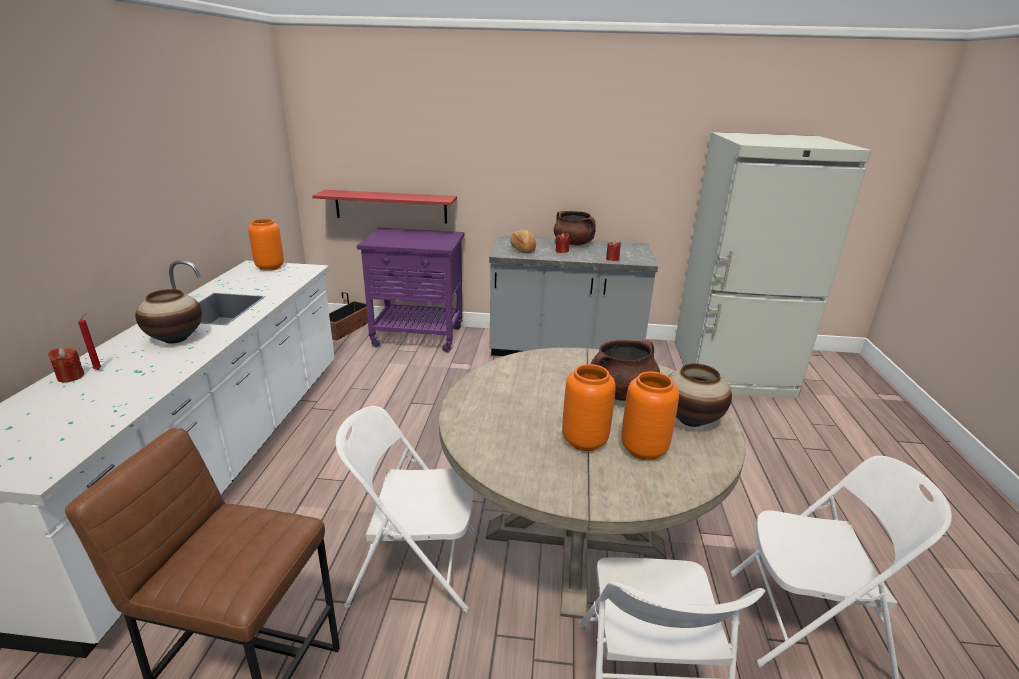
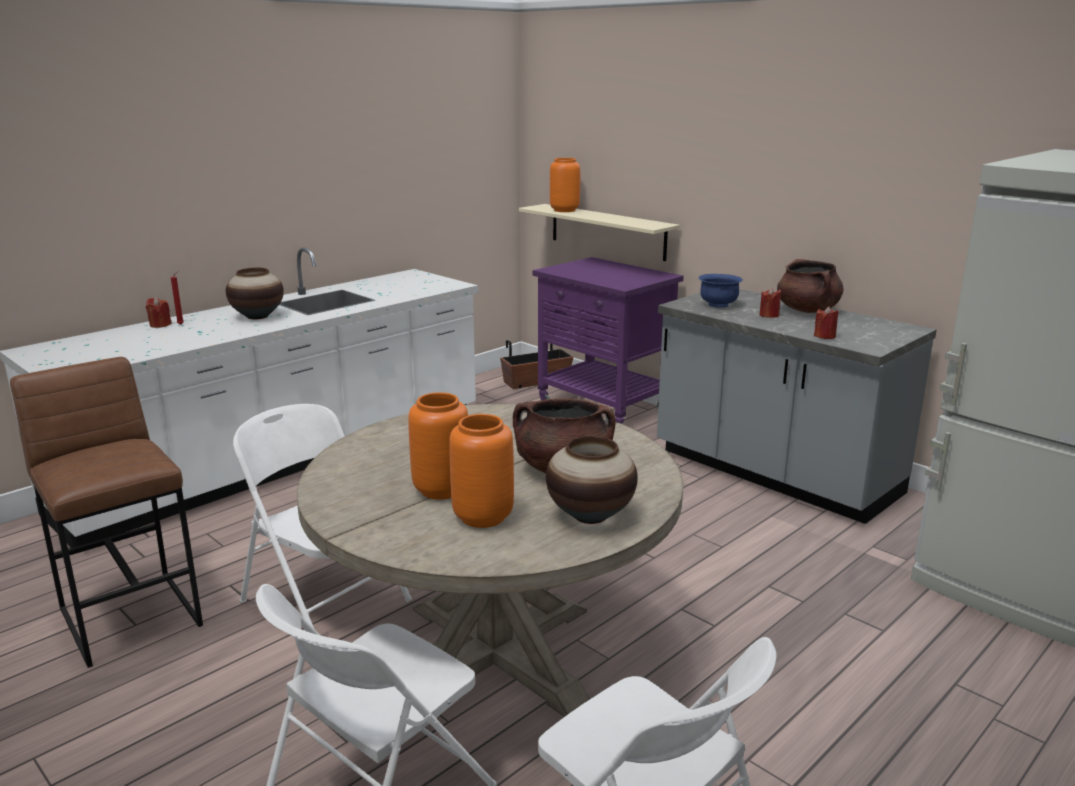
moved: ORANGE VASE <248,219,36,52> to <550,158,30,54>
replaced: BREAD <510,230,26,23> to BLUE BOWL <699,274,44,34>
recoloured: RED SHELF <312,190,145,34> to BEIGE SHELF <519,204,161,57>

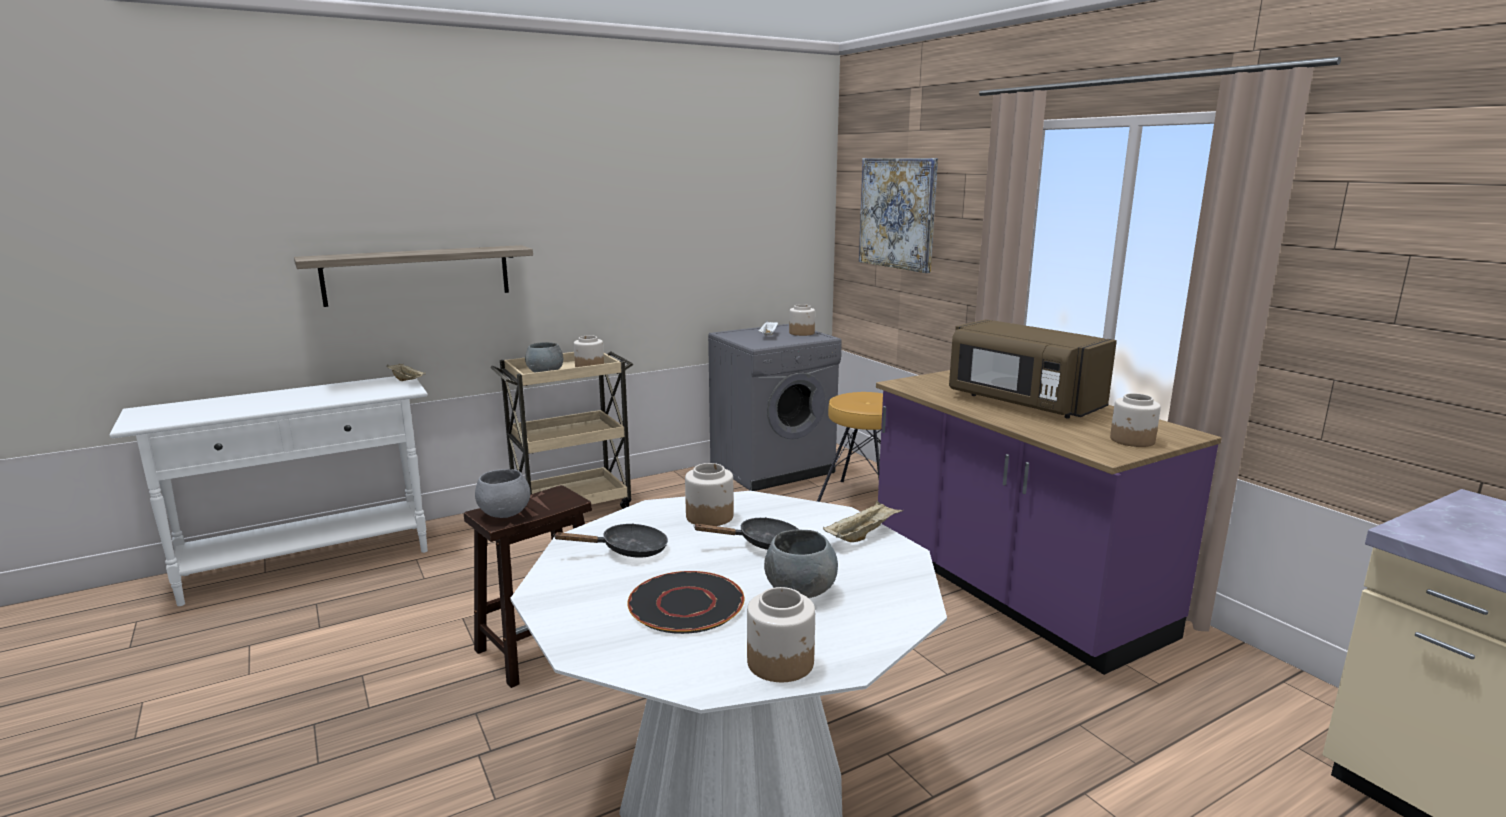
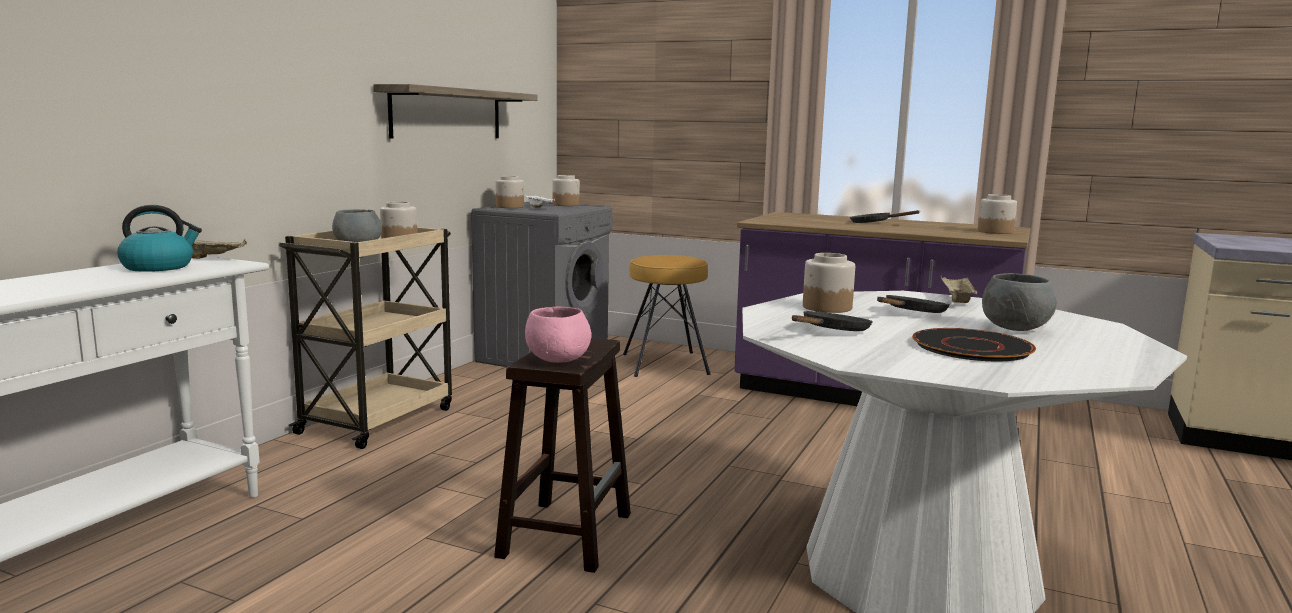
removed: PICTURE <859,158,79,115>
added: KETTLE <117,205,85,67>
moved: SHELF <294,245,239,62> to <373,84,165,55>; JAR <747,587,68,95> to <496,176,28,32>
replaced: BROWN MICROWAVE <949,319,168,99> to BLACK FRYING PAN <850,210,70,13>
recoloured: GREY BOWL <475,469,56,49> to PINK BOWL <525,307,66,56>

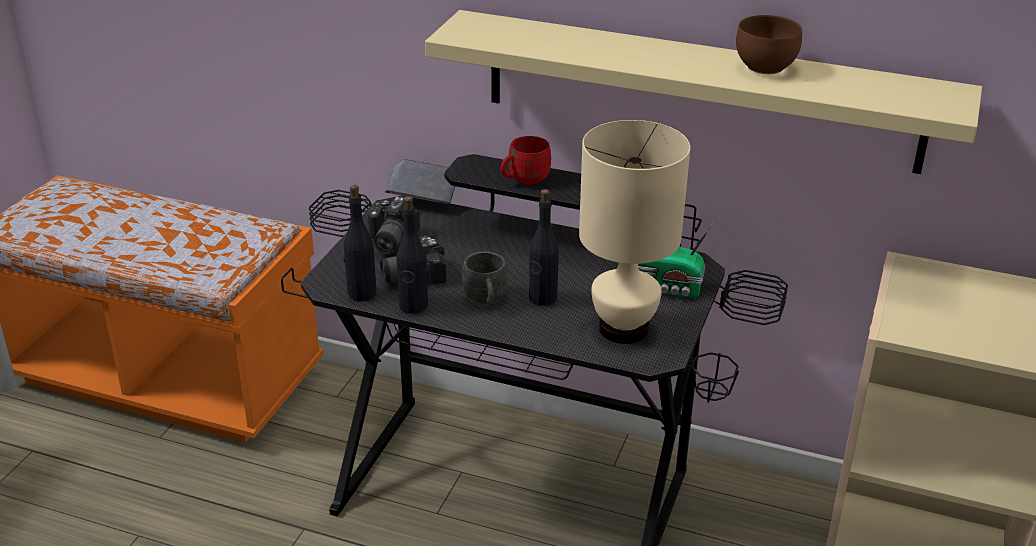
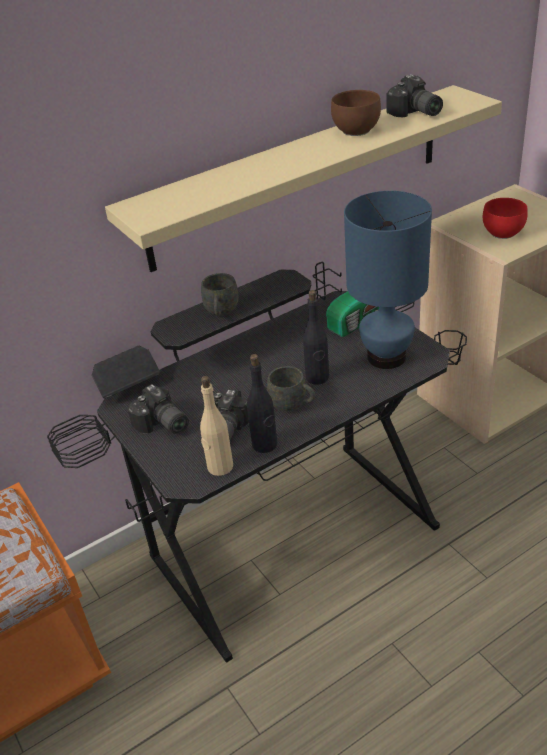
added: PHOTO CAMERA <387,74,56,43>; RED BOWL <483,198,45,41>
recoloured: BLACK BOTTLE <343,185,34,116> to BEIGE BOTTLE <200,376,33,100>; RED MUG <501,136,50,49> to GREY MUG <201,273,38,43>; BEIGE TABLE LAMP <579,120,111,224> to BLUE TABLE LAMP <344,191,88,178>

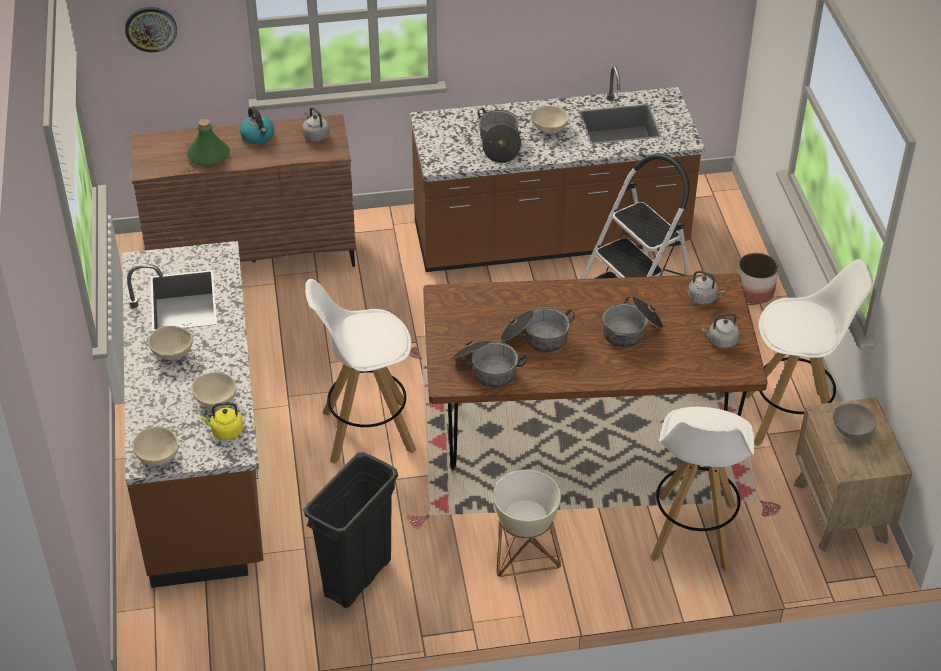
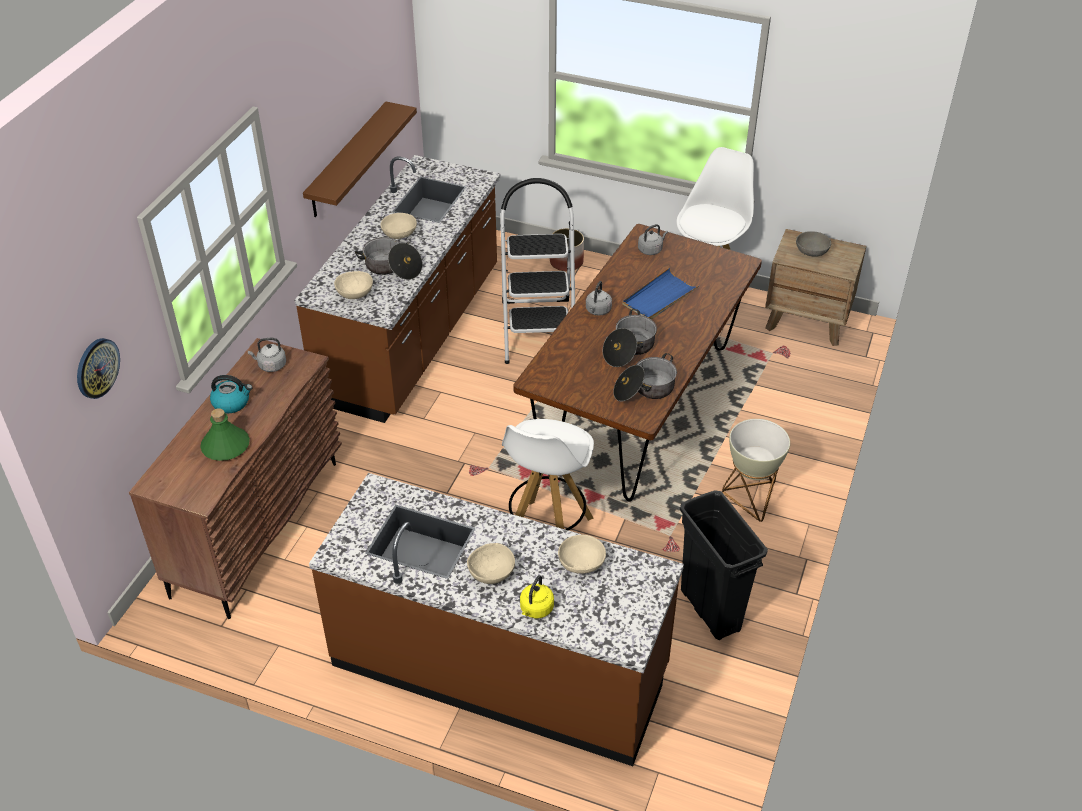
removed: WHITE STOOL <650,407,104,165>
added: BROWN SHELF <303,101,114,116>
moved: BEIGE BOWL <133,426,46,40> to <334,271,39,28>; YELLOW KETTLE <200,402,43,38> to <520,575,34,43>; GREY KETTLE <701,313,38,35> to <586,281,26,35>
replaced: COOKING POT <603,297,61,51> to BLUE TRAY <622,268,77,52>

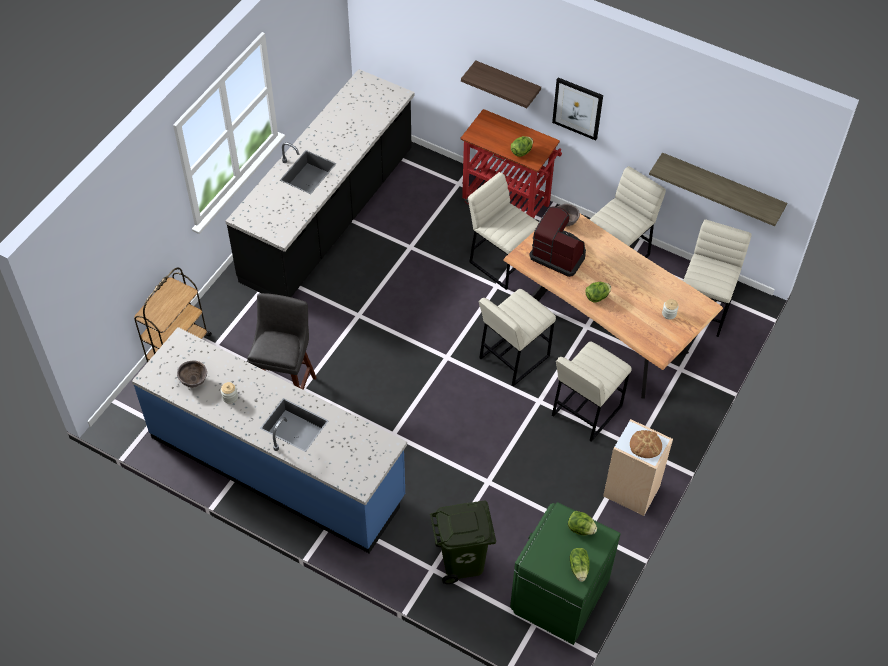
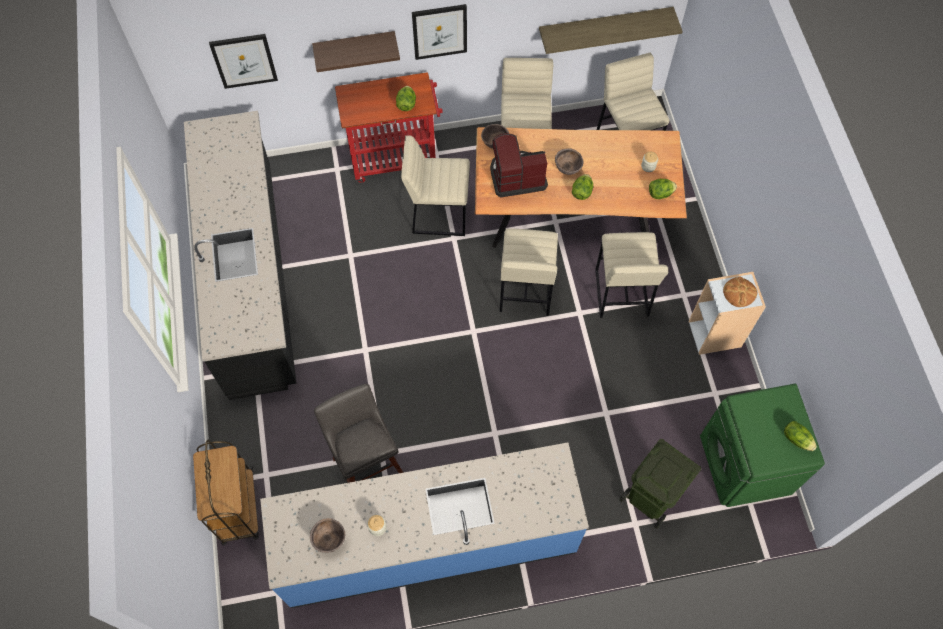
added: PICTURE <209,34,69,55>; BROWN BOWL <555,148,28,27>
moved: LETTUCE <568,511,29,24> to <649,179,28,20>

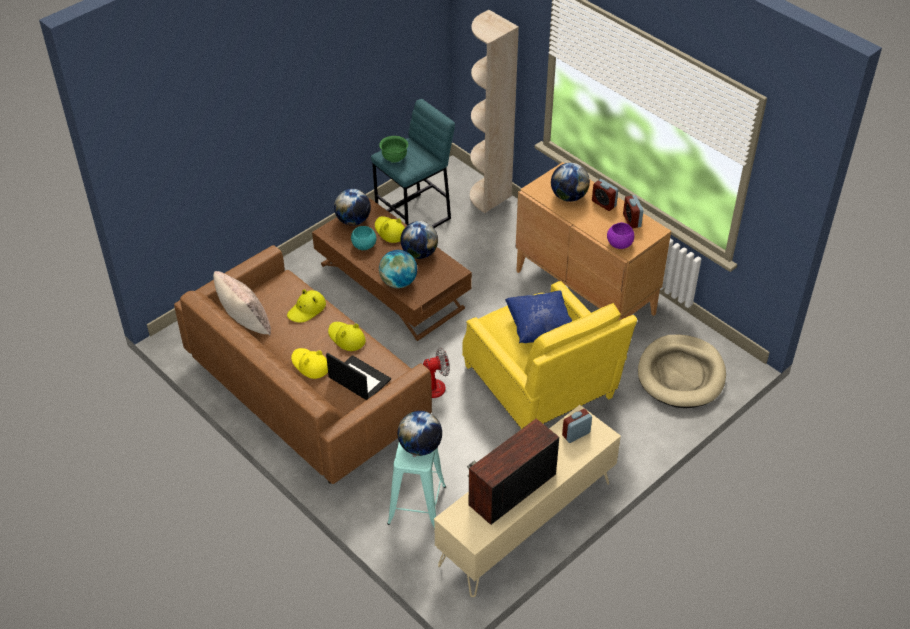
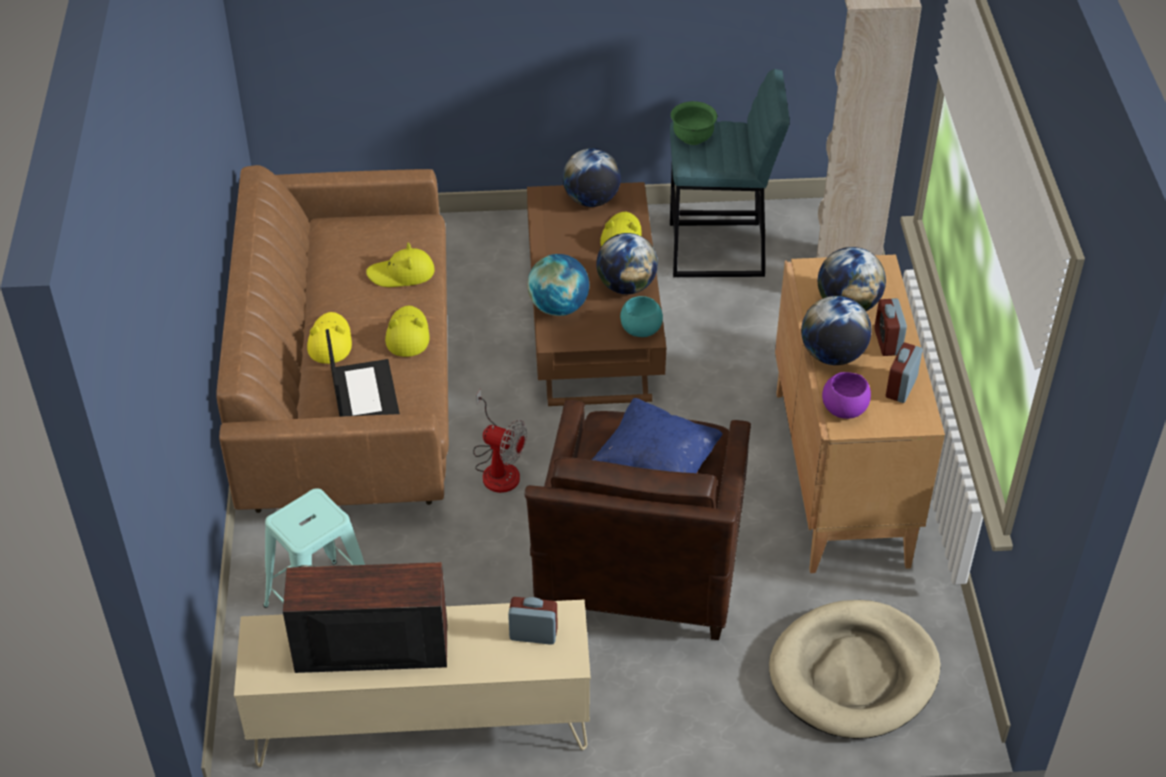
removed: BEIGE PILLOW <213,271,58,65>
moved: TURQUOISE BOWL <351,226,25,24> to <620,296,43,41>; GLOBE <398,411,44,45> to <801,296,71,69>
recoloured: YELLOW ARMCHAIR <462,281,175,148> to BROWN ARMCHAIR <525,400,226,240>

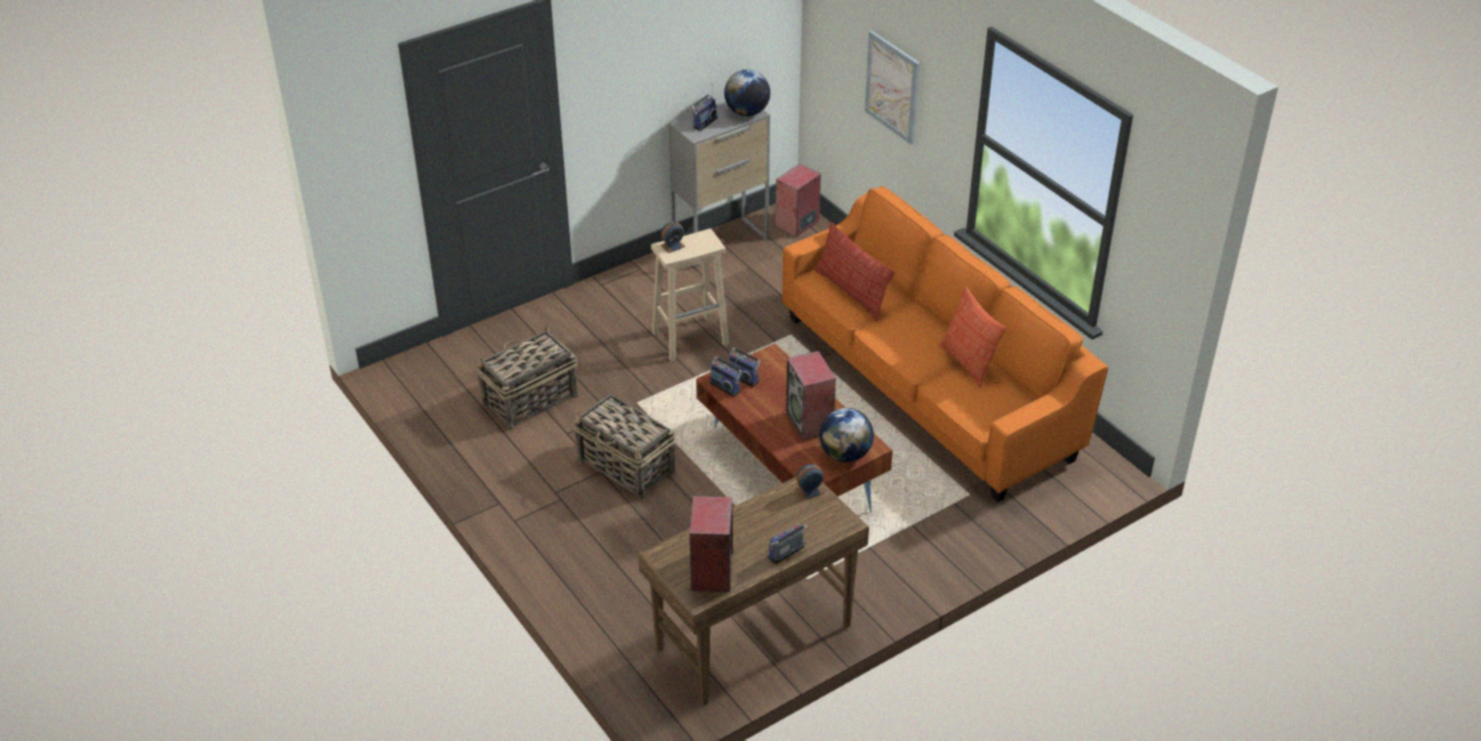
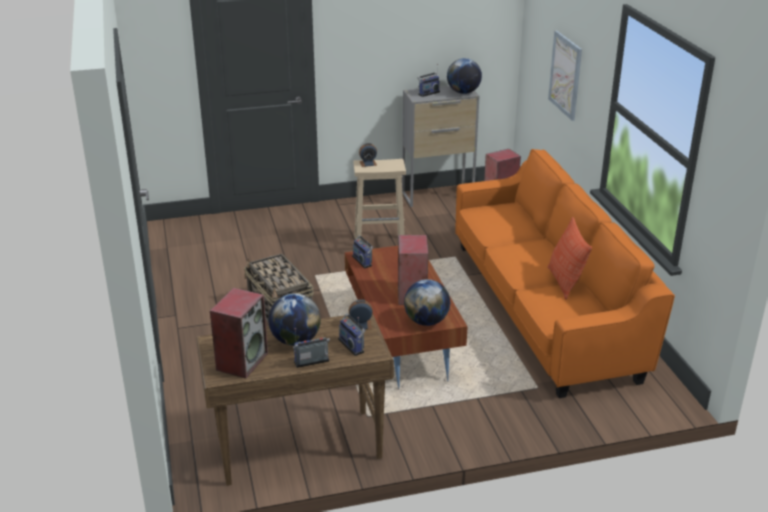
removed: BASKET <477,326,102,104>; PILLOW <814,222,81,99>
added: GLOBE <268,293,53,53>
moved: RADIO <728,348,33,39> to <338,313,28,43>

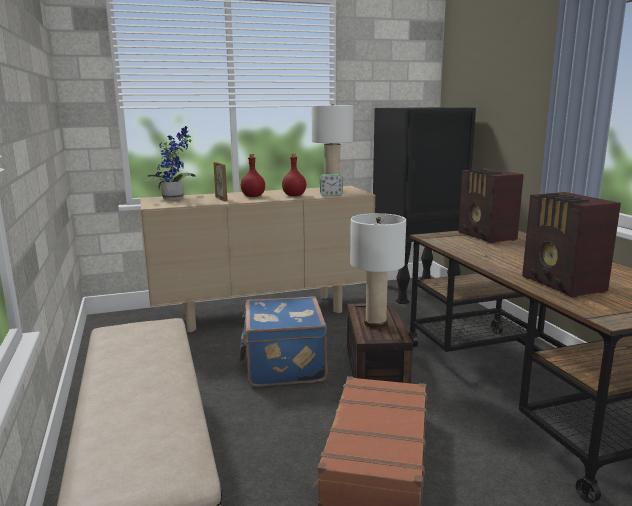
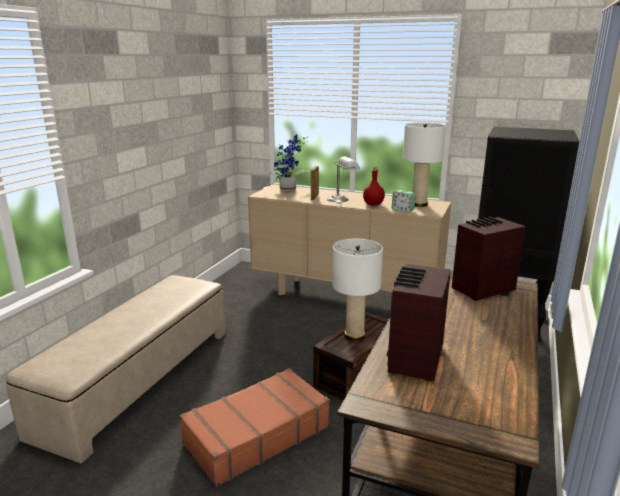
removed: BLUE SUITCASE <239,296,88,91>
replaced: RED BOTTLE <241,154,24,43> to WHITE TABLE LAMP <327,157,33,45>
turned: RADIO <458,169,66,74> = <452,217,73,84> 45 degrees clockwise

